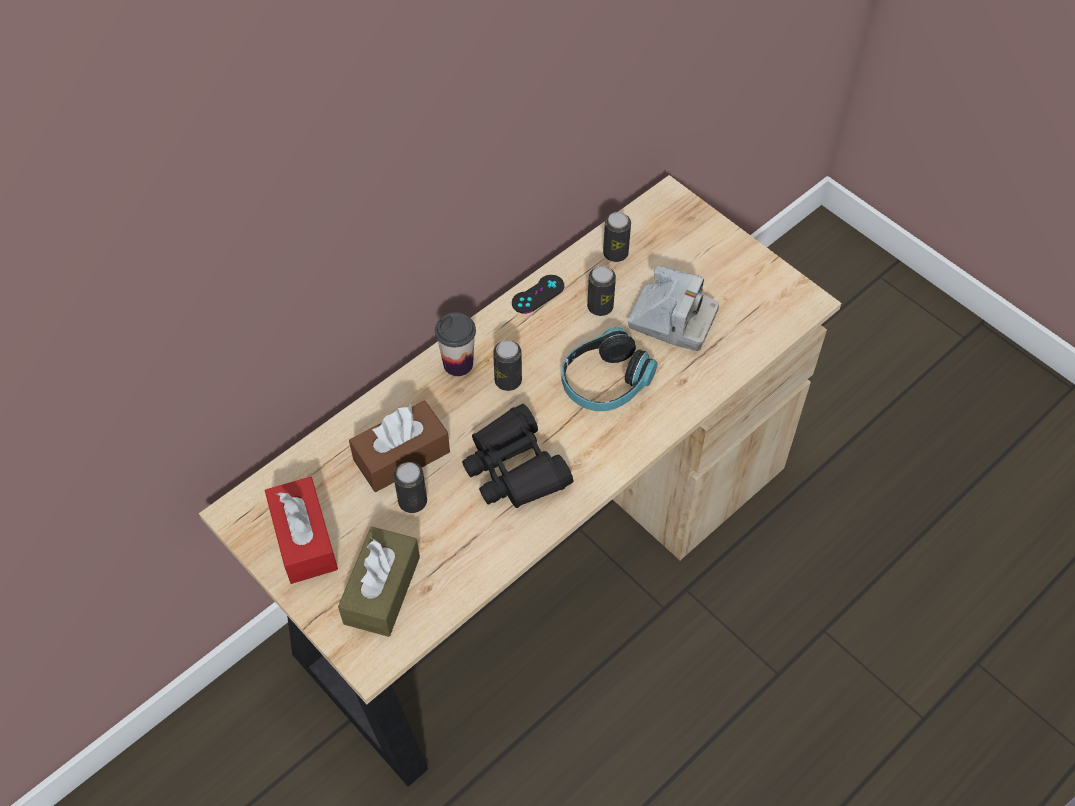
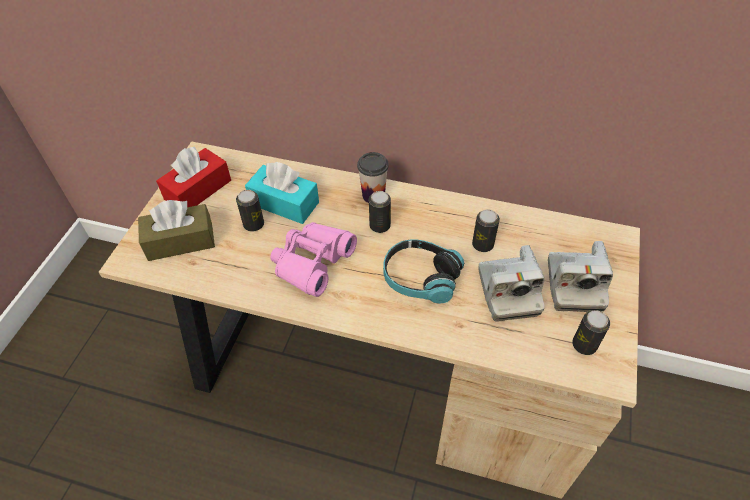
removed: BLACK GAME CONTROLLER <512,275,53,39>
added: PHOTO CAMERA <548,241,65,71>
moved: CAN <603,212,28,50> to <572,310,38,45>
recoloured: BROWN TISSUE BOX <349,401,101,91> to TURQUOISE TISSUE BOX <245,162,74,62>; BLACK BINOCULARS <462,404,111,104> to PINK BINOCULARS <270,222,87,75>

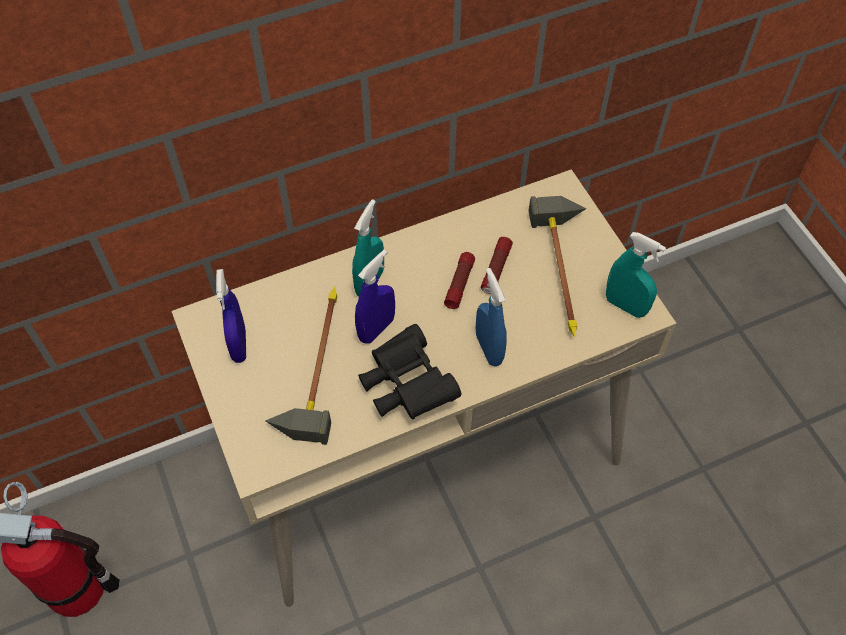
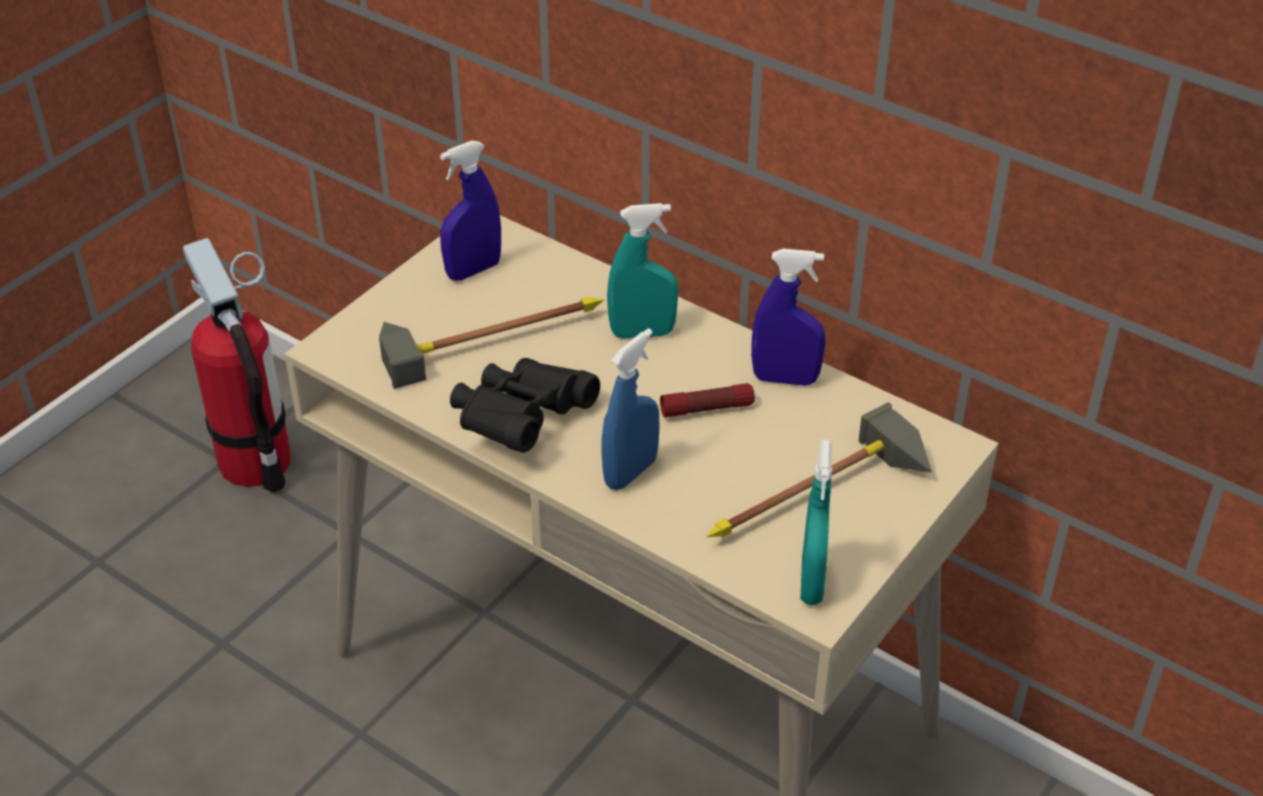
removed: FLASHLIGHT <481,237,32,57>
moved: BLUE SPRAY BOTTLE <355,250,40,94> to <751,249,74,137>

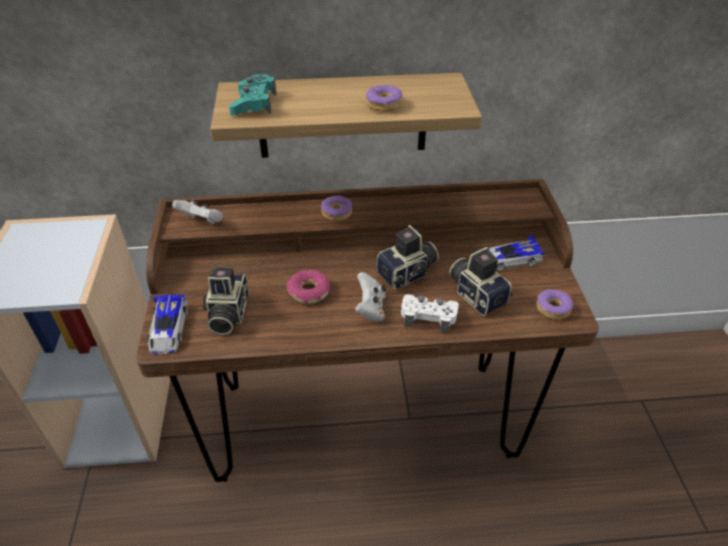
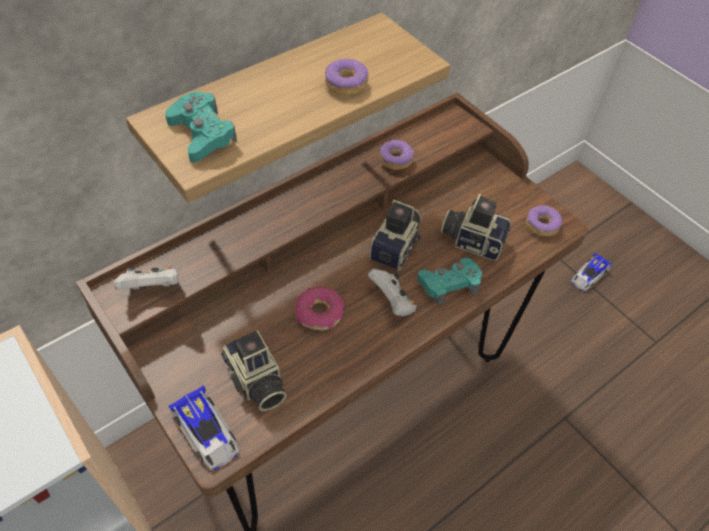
moved: DONUT <321,196,31,25> to <380,140,34,30>; TOY CAR <487,235,57,36> to <571,253,42,38>
recoloured: WHITE GAME CONTROLLER <401,294,58,39> to TURQUOISE GAME CONTROLLER <417,258,65,48>

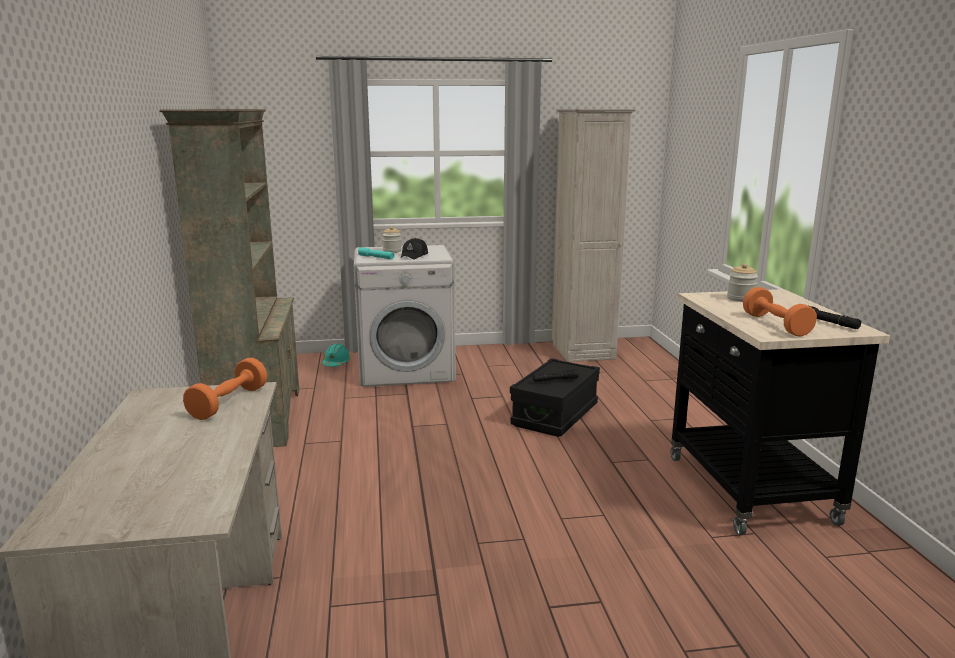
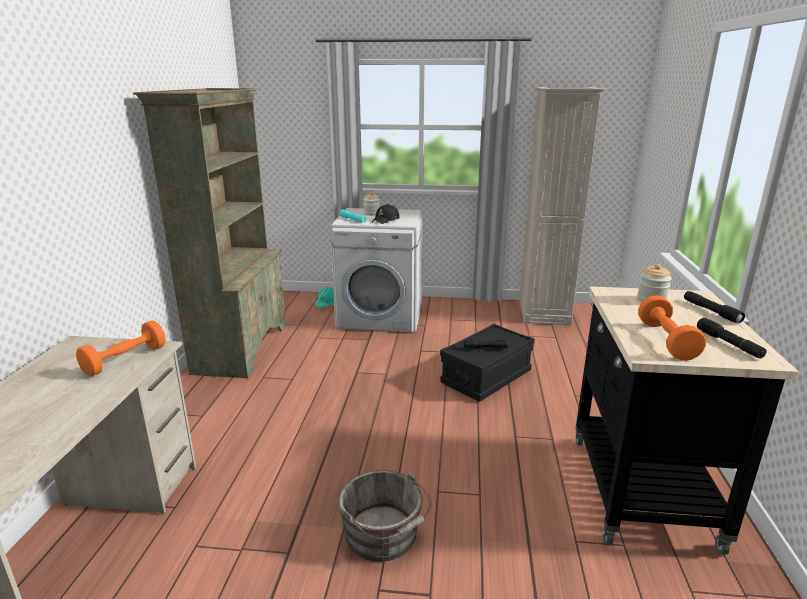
added: GREY BUCKET <338,470,93,92>; BLACK FLASHLIGHT <684,291,61,32>

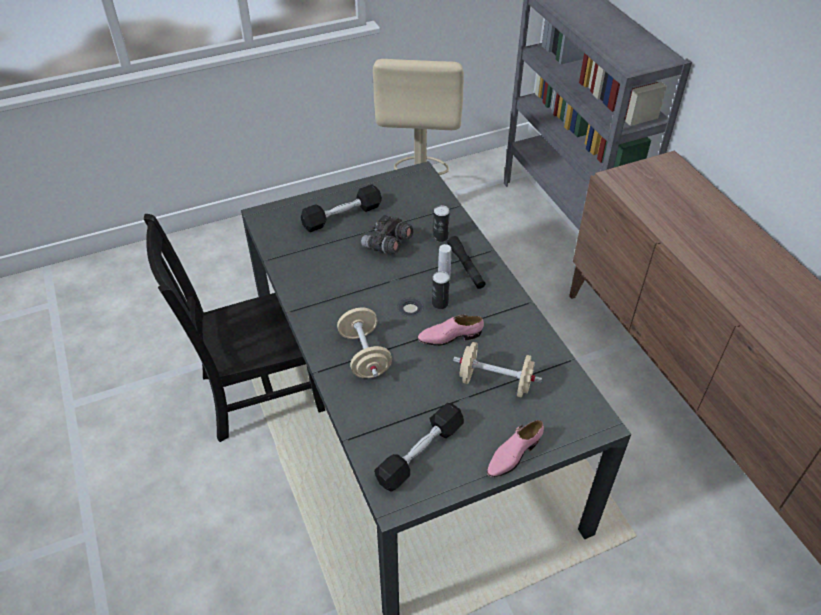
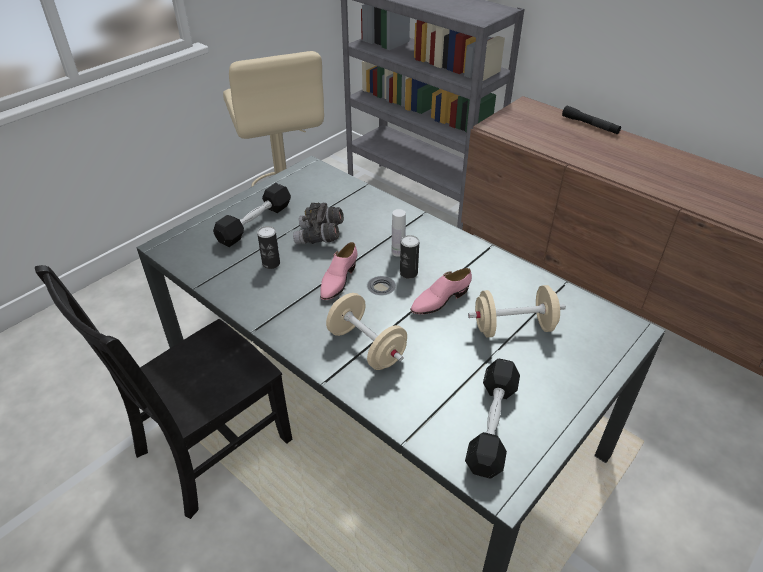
moved: CAN <433,205,17,37> to <257,226,23,43>; BLACK FLASHLIGHT <447,236,38,53> to <562,105,59,29>; PINK SHOE <487,420,57,57> to <320,242,37,58>

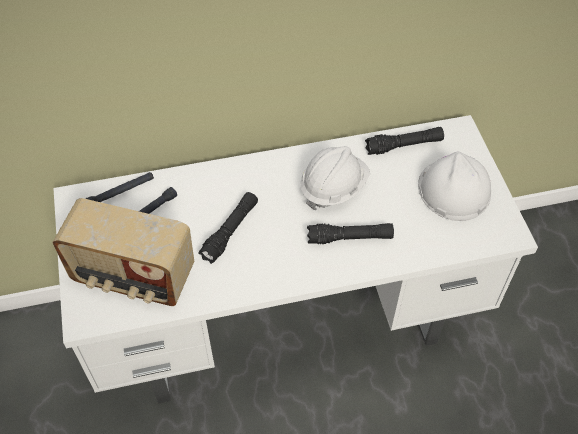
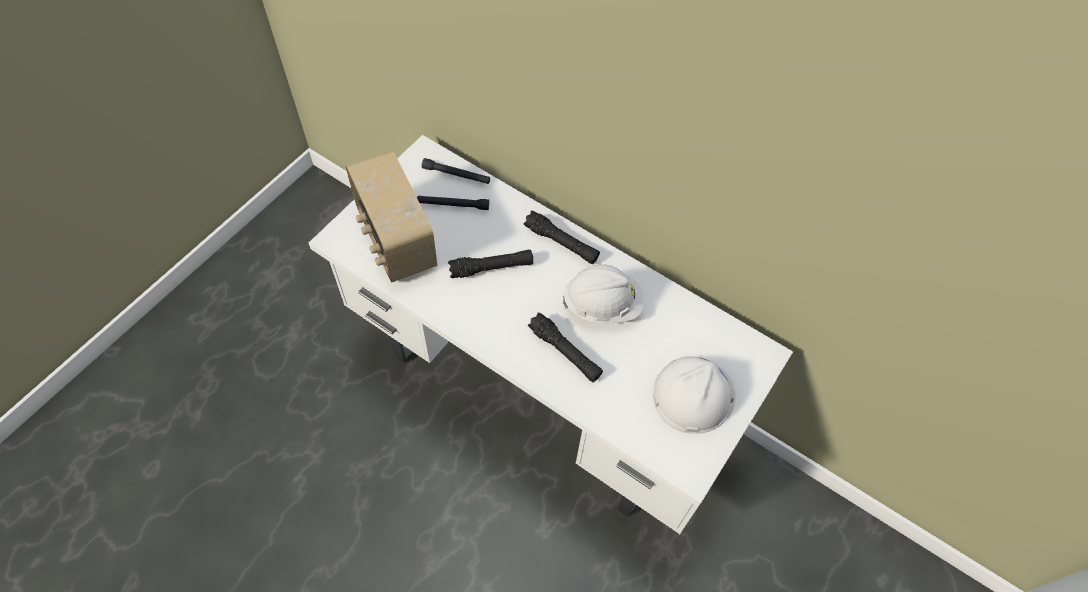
moved: BLACK FLASHLIGHT <365,127,79,28> to <523,210,77,54>

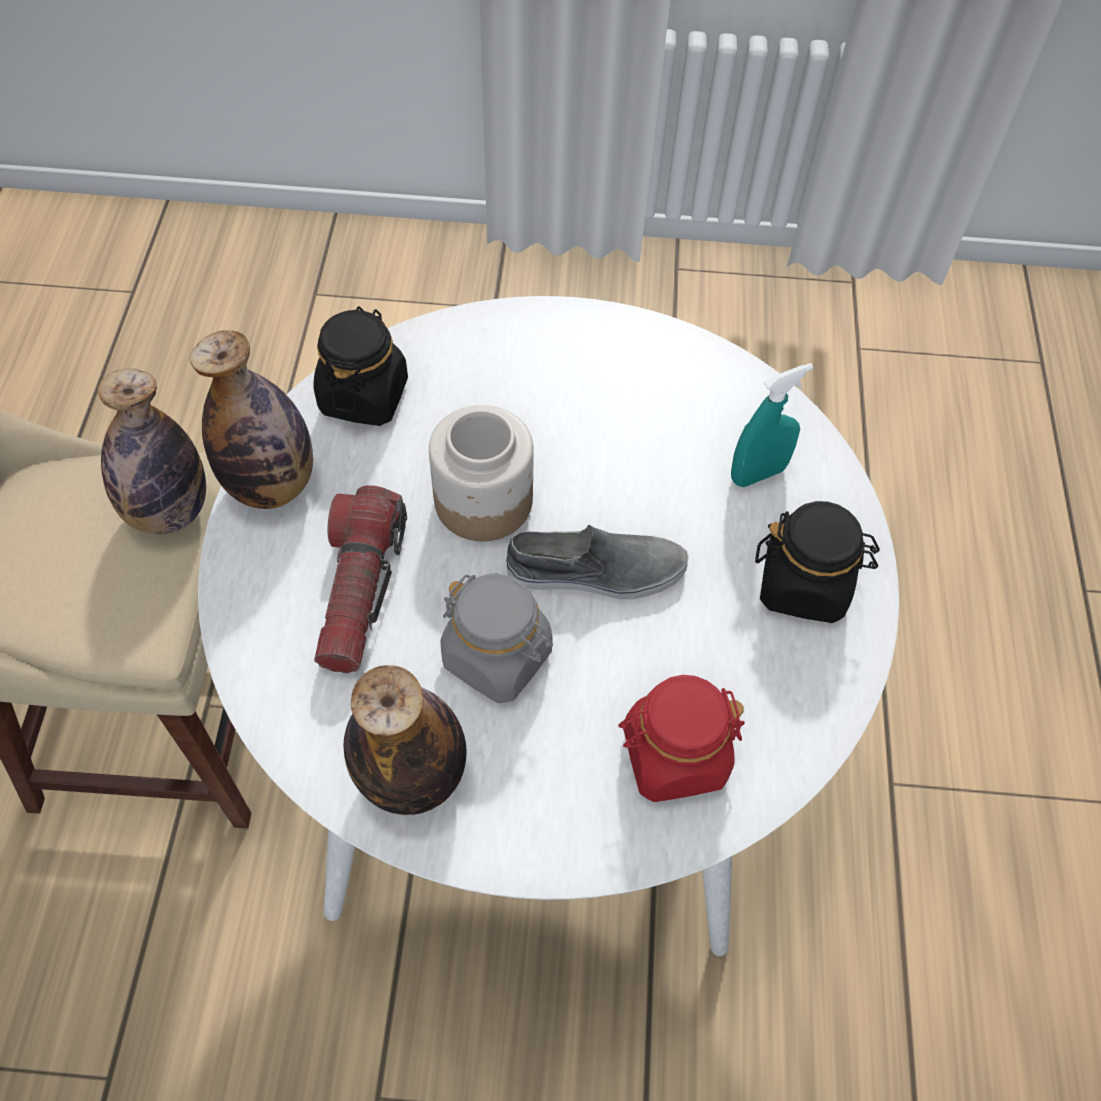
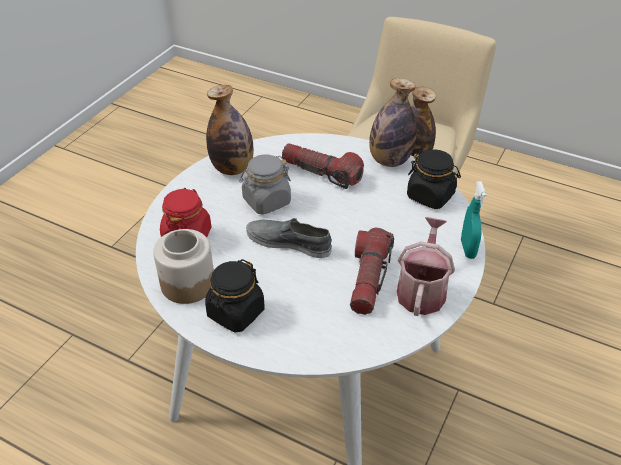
added: FLASHLIGHT <350,228,44,87>; WATERING CAN <397,217,58,99>
moved: JAR <429,405,105,136> to <153,229,61,75>; TURQUOISE SPRAY BOTTLE <731,363,82,124> to <461,181,25,78>
turned: GREY SHOE <506,525,183,74> = <246,218,86,40> 90 degrees clockwise

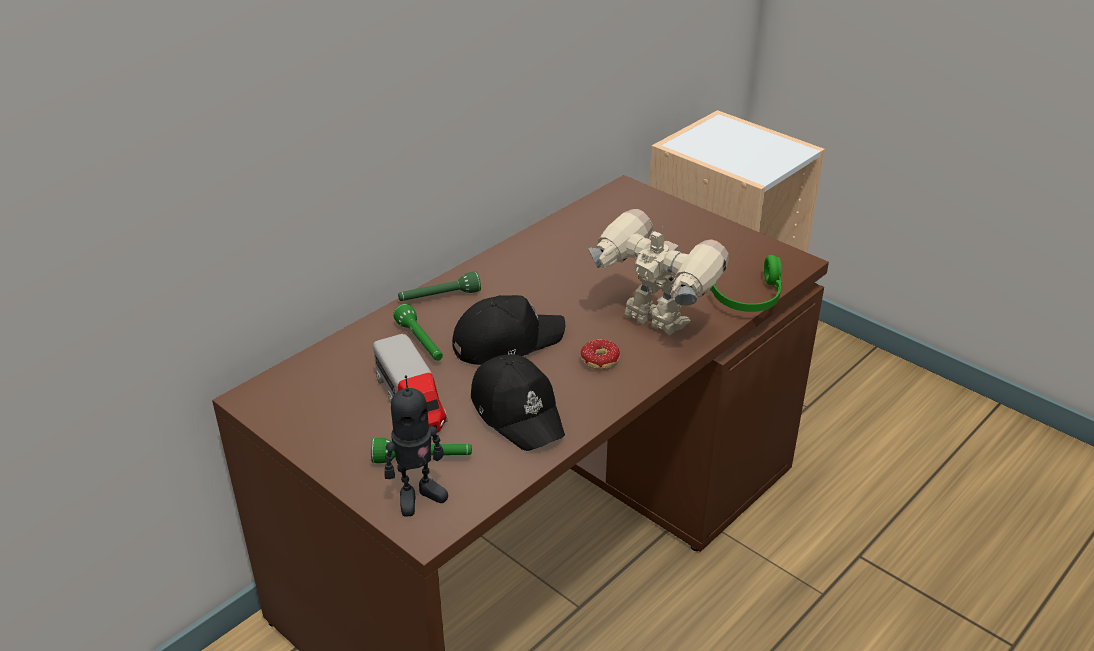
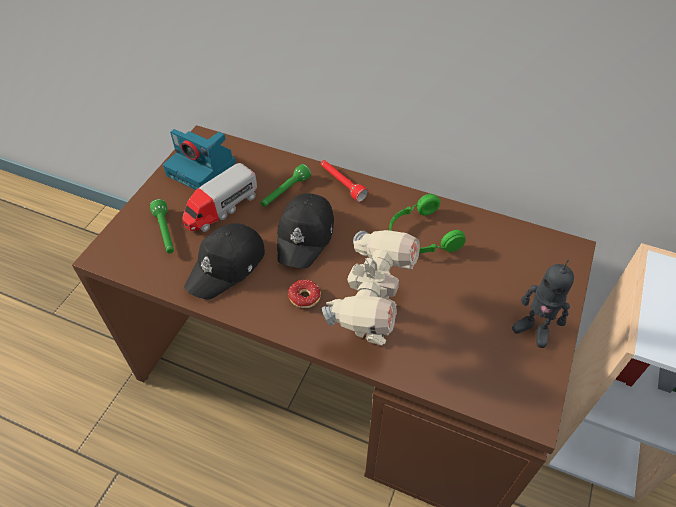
added: PHOTO CAMERA <163,129,73,61>
moved: TOY ROBOT <385,375,63,142> to <512,259,62,89>; GREEN HEADPHONES <710,255,72,57> to <389,194,77,59>
recoloured: GREEN FLASHLIGHT <398,272,83,29> to RED FLASHLIGHT <321,160,47,42>
turned: BLACK CAP <452,295,113,70> = <277,193,57,75> 60 degrees clockwise

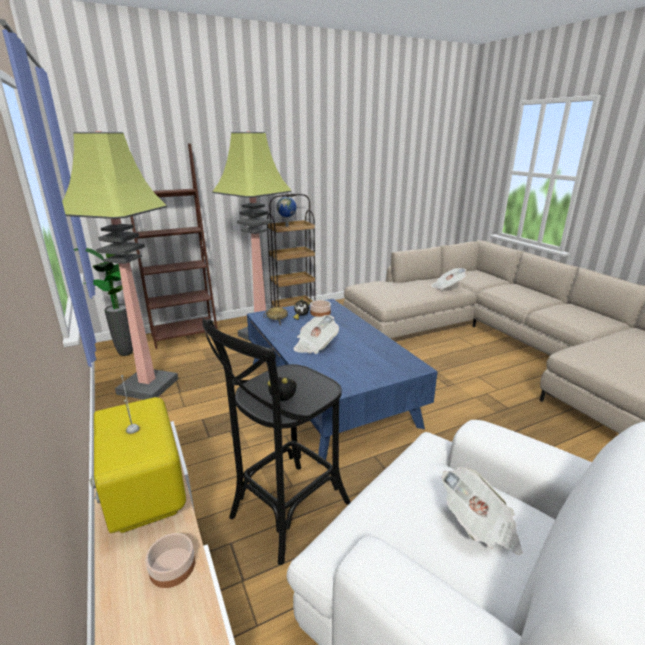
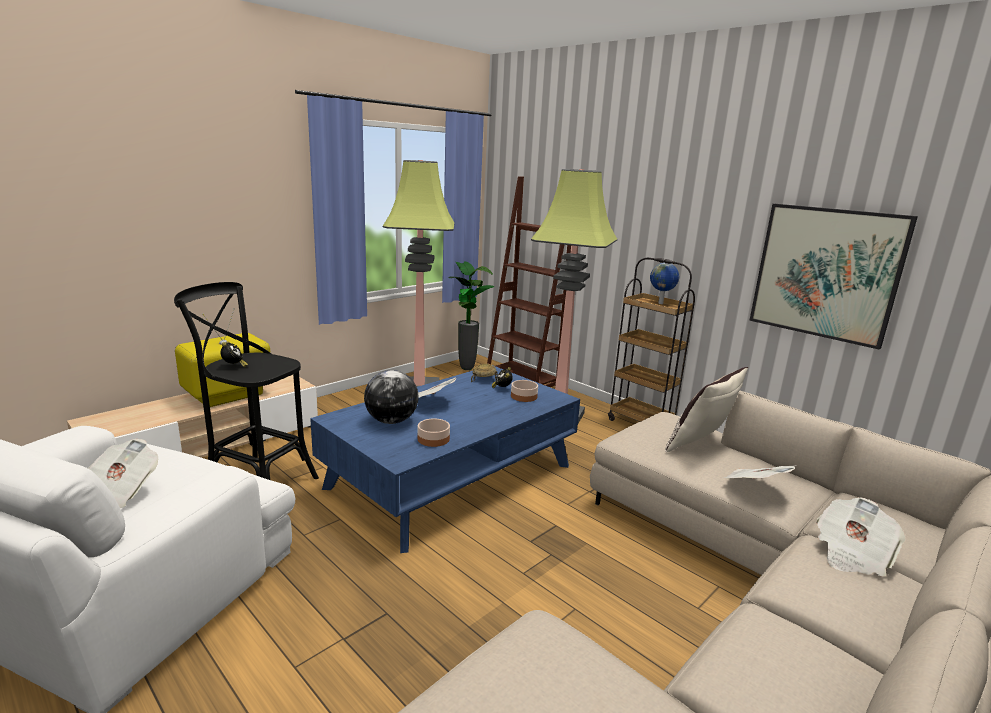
added: GLOBE <364,370,55,54>; PILLOW <665,367,83,85>; PICTURE <749,204,169,145>; NEWSPAPER <816,498,90,78>
moved: BOWL <146,533,49,55> to <418,418,32,29>

